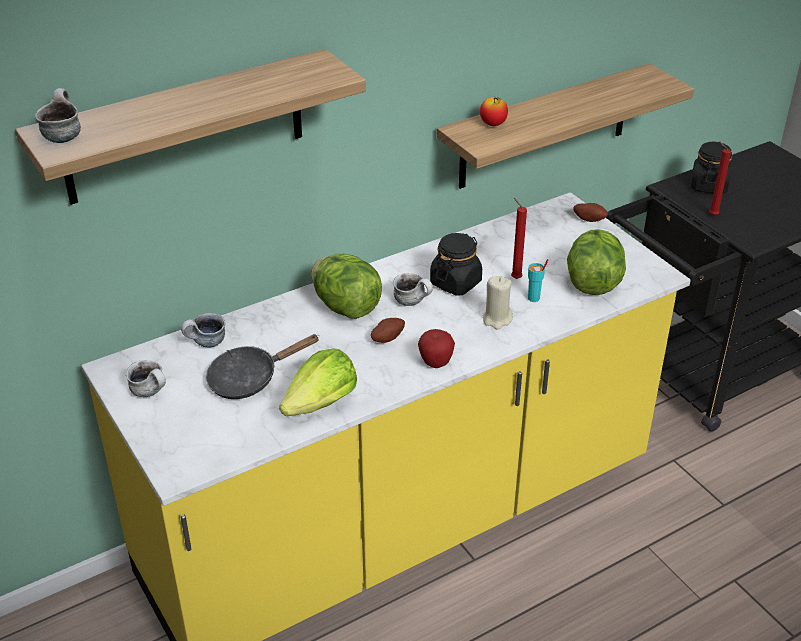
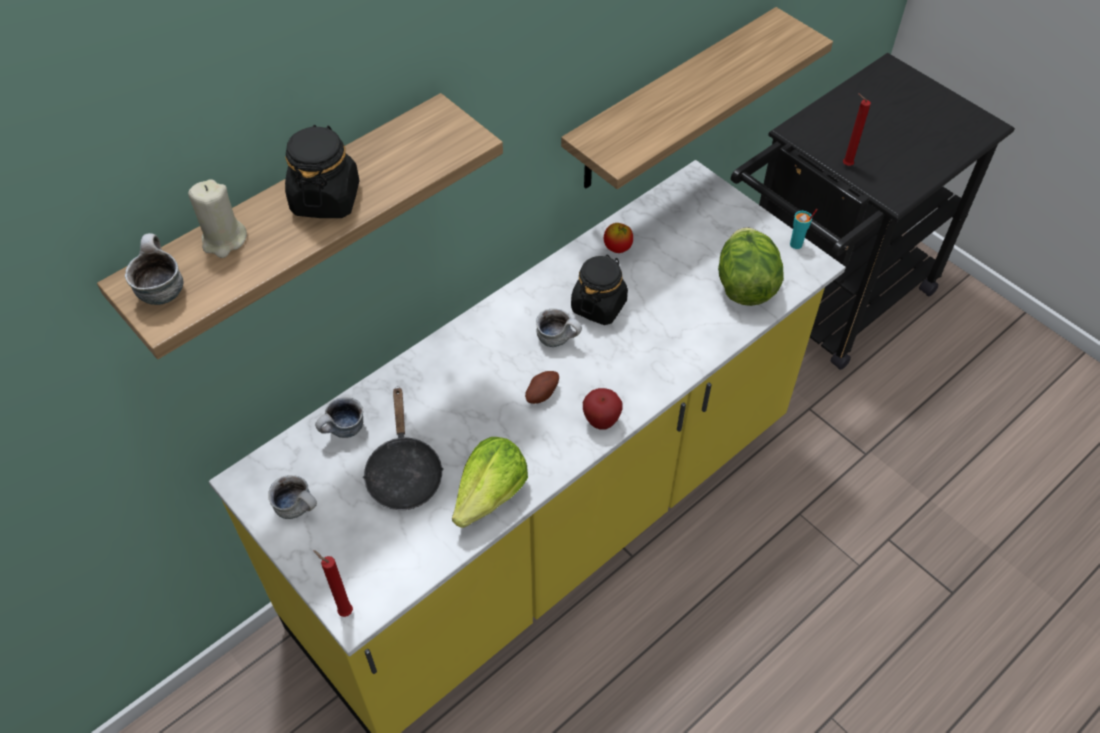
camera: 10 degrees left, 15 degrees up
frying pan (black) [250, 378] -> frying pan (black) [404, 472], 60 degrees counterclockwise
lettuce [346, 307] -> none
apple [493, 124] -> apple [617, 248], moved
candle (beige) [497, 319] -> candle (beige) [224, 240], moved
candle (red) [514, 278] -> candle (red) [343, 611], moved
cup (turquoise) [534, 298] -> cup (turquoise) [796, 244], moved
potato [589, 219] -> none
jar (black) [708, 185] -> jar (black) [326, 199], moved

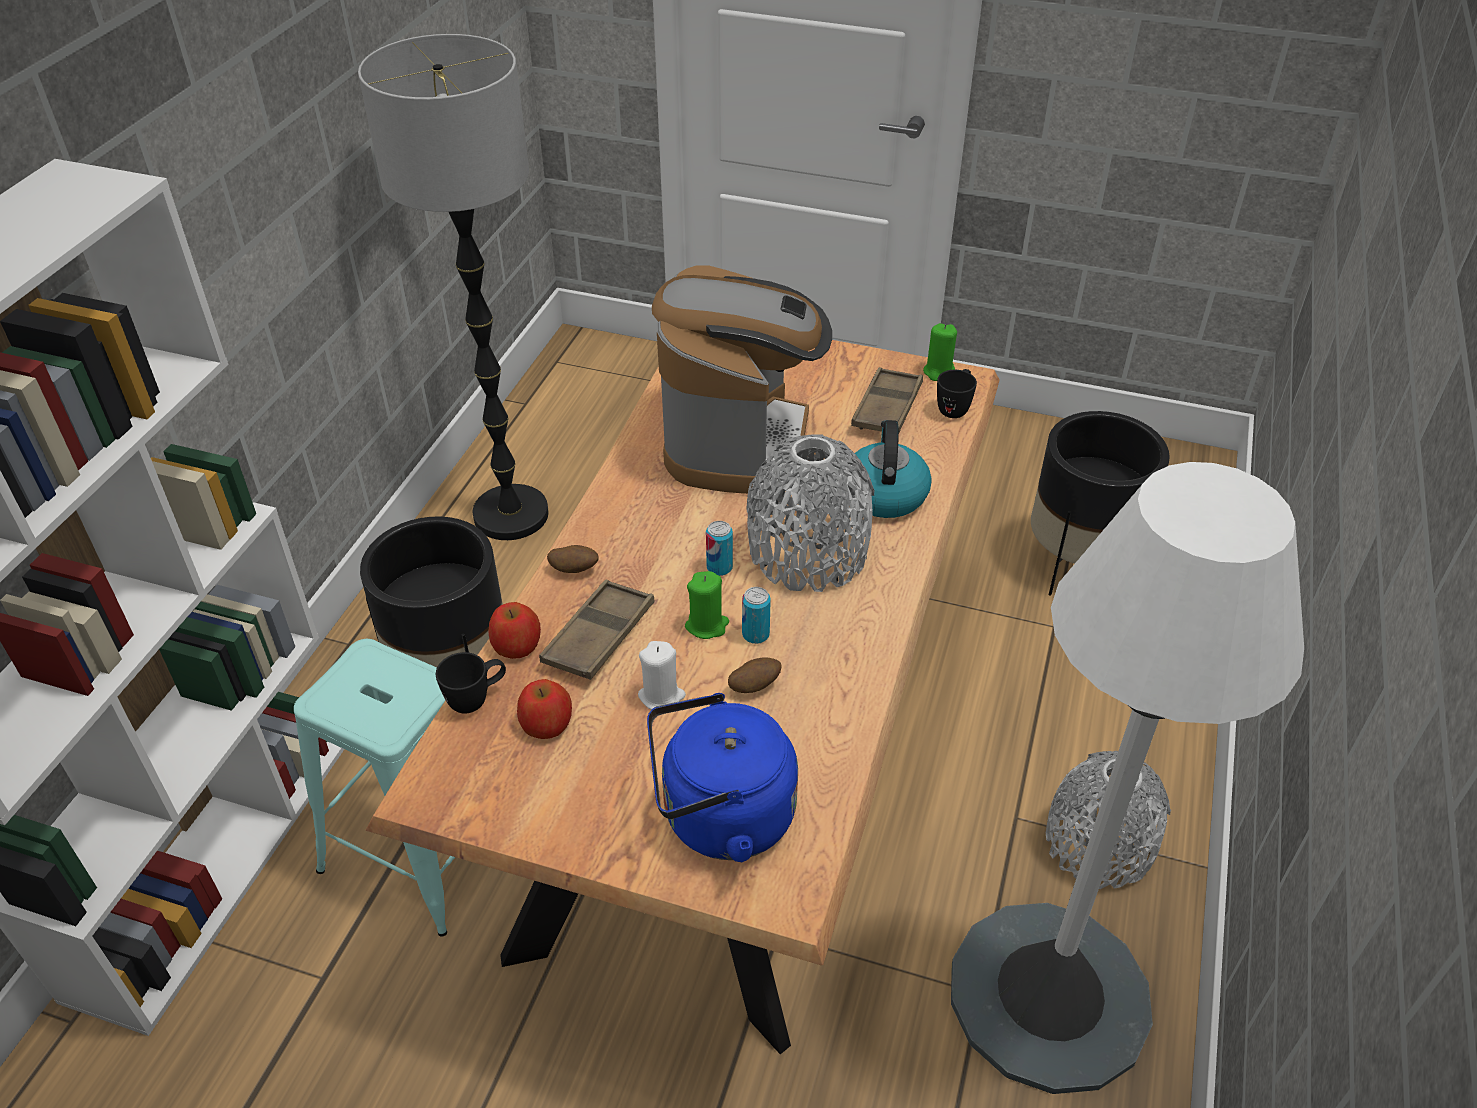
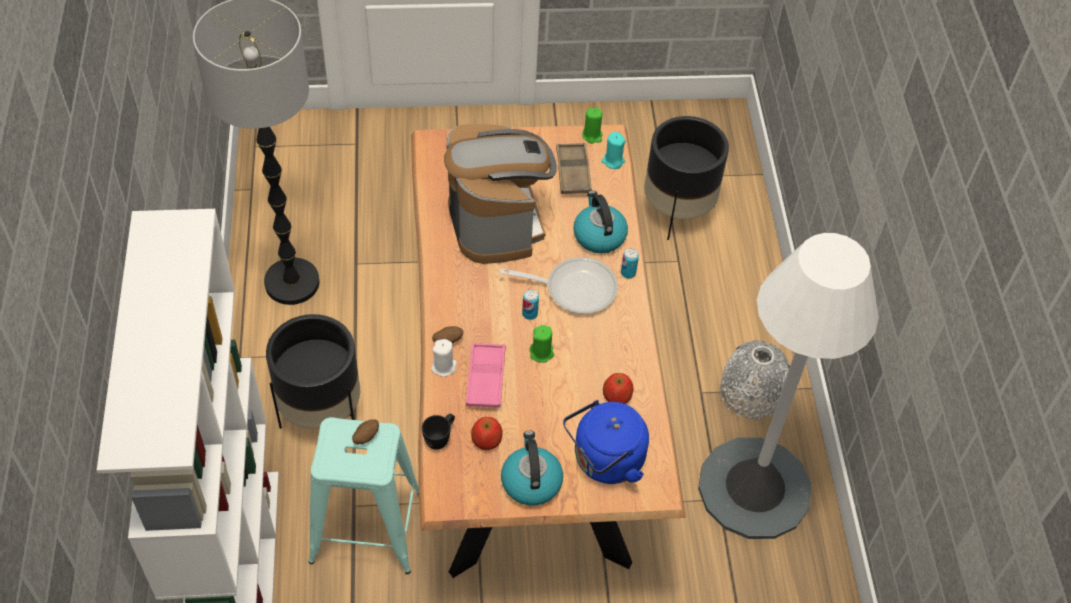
camera: 25 degrees left, 10 degrees up
apple [516, 645] -> apple [617, 395], moved
tray (brown) [599, 636] -> tray (pink) [485, 378]
candle (white) [661, 696] -> candle (white) [444, 367], moved
potato [754, 686] -> potato [366, 436], moved
can [755, 634] -> can [628, 273], moved
vase (grey) [808, 552] -> frying pan [574, 288]
mug (black) [955, 408] -> candle (turquoise) [613, 161]
none -> kettle [531, 481]

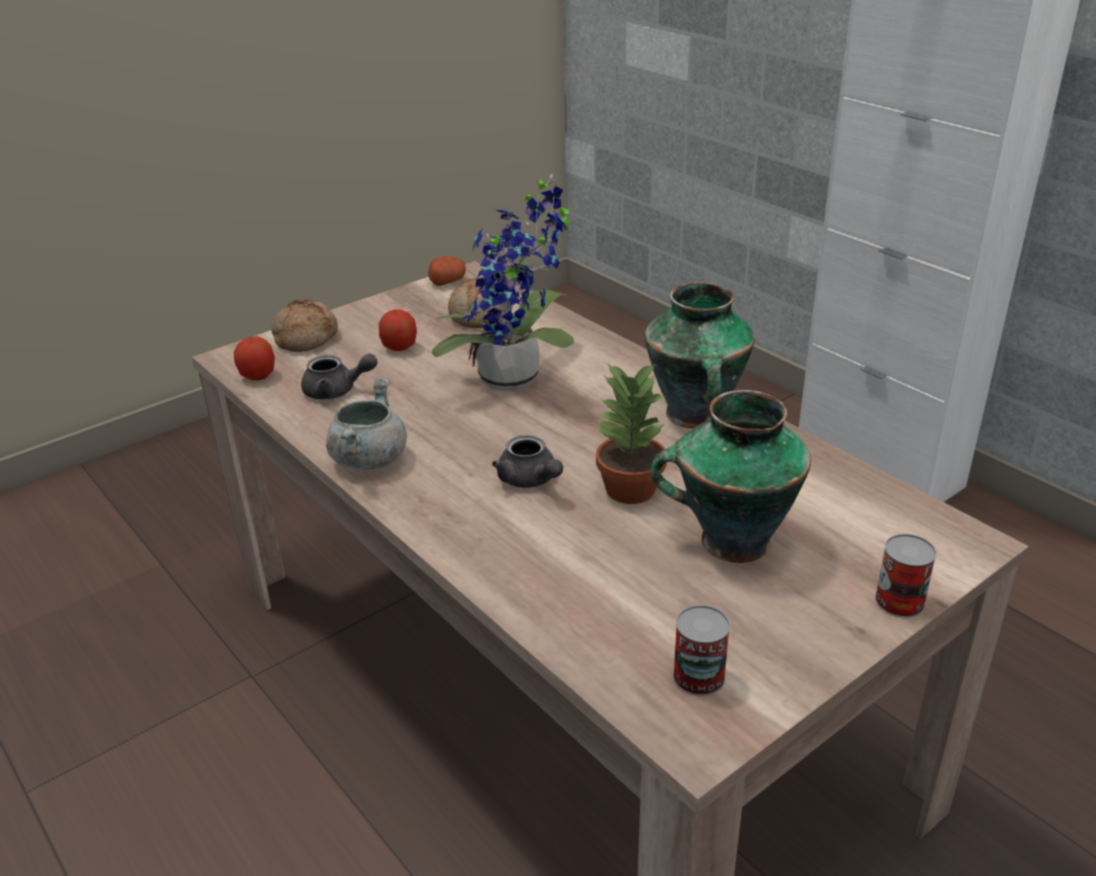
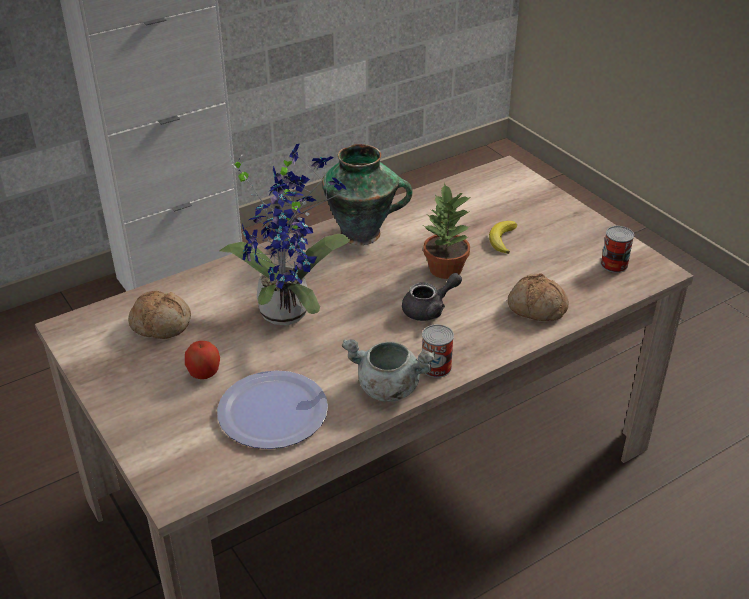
camera: 85 degrees left, 5 degrees up
apple [258, 376] -> none
bread [305, 338] -> bread [536, 308], moved
teapot (grey) [337, 391] -> plate [272, 411]
potato [447, 281] -> none
vase [731, 541] -> banana [502, 239]
can [899, 601] -> can [436, 367], moved

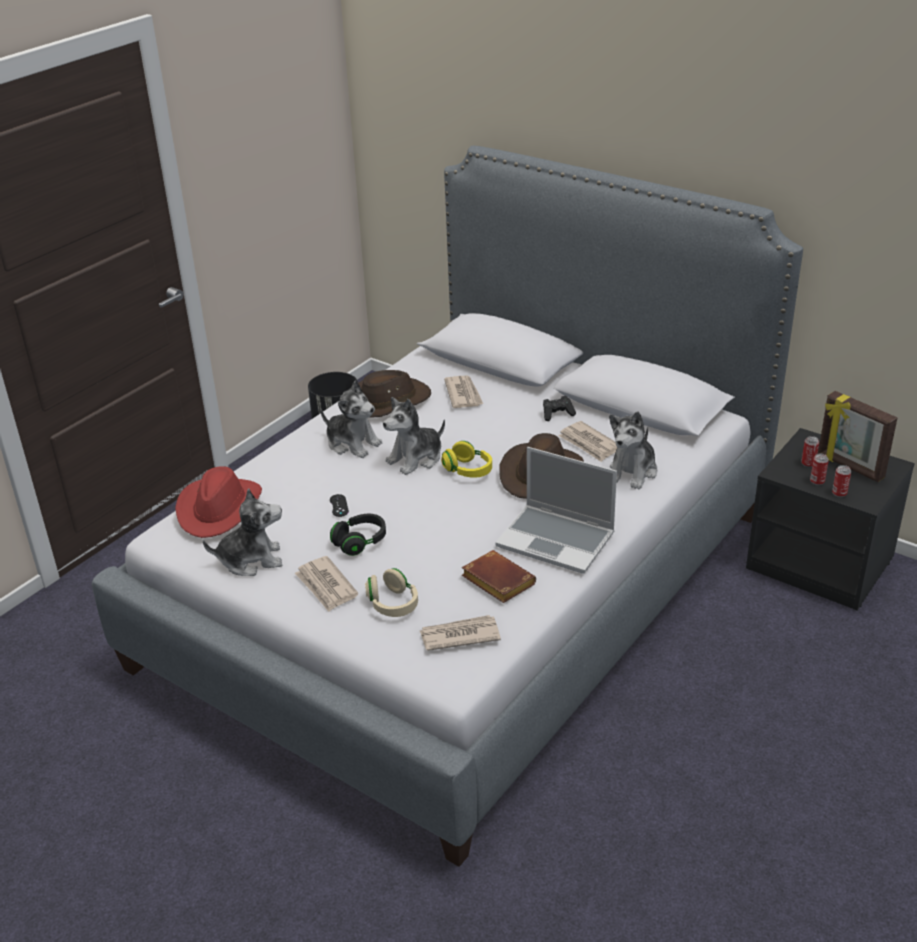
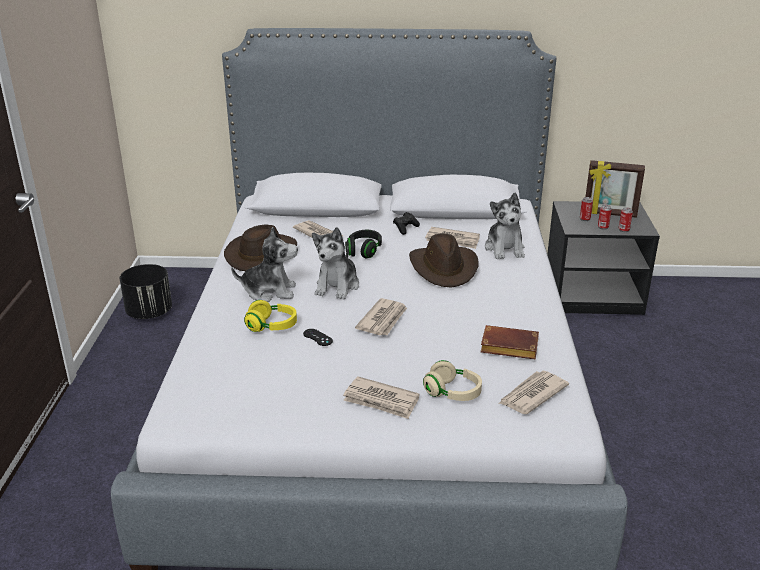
camera: 35 degrees left, 5 degrees down
hat (red) [219, 509] -> none
plush toy [251, 560] -> none
headphones (black) [360, 542] -> headphones (black) [364, 251], moved
headphones (yellow) [468, 470] -> headphones (yellow) [272, 326], moved
laptop [557, 540] -> none
none -> newspaper [383, 320]

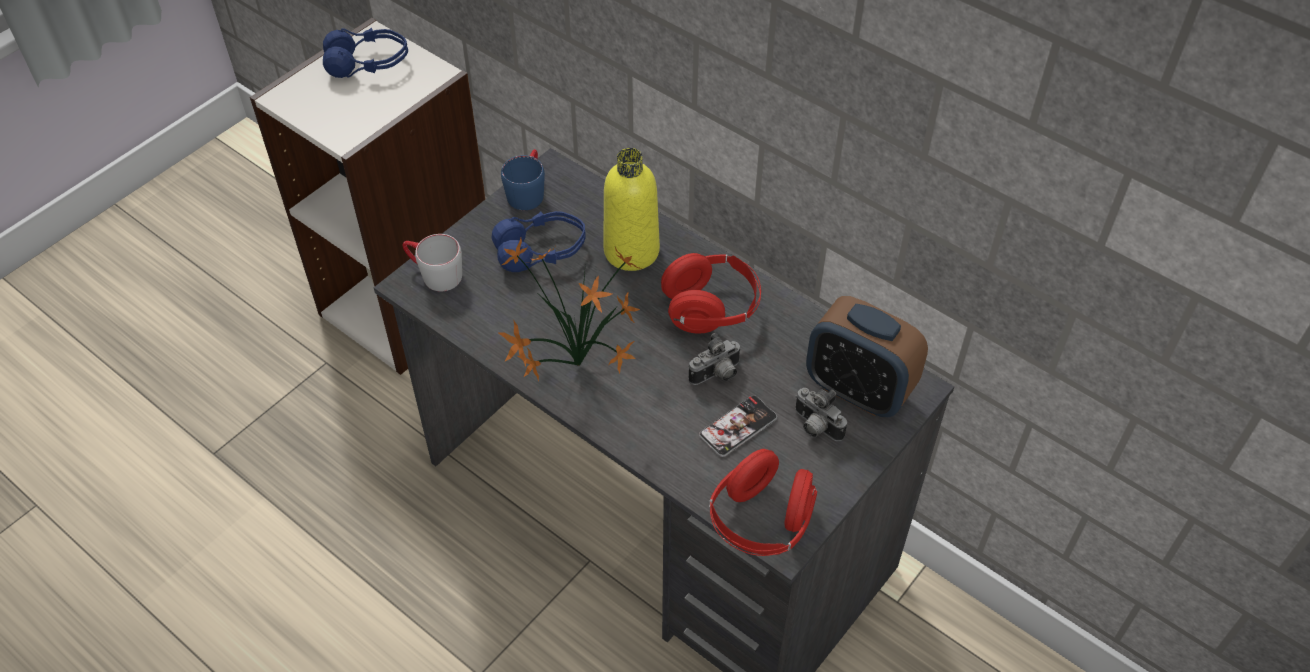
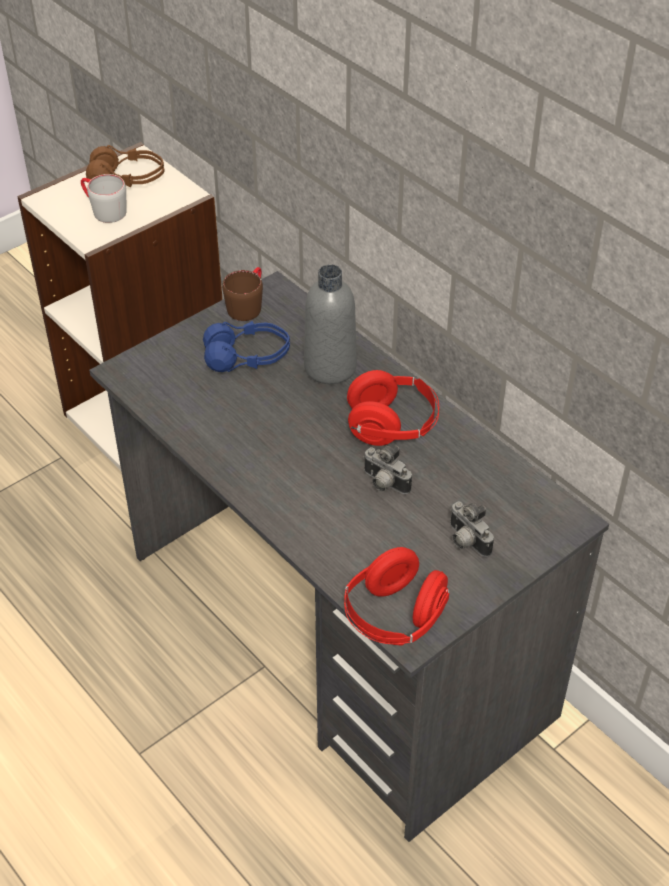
camera: 10 degrees right, 5 degrees down
headphones (blue) [368, 63] -> headphones (brown) [127, 179]
mug (grey) [434, 274] -> mug (grey) [103, 210], moved
potted plant [574, 367] -> none
mug (blue) [527, 191] -> mug (brown) [247, 305]
bottle (yellow) [631, 251] -> bottle (grey) [330, 367]
photo camera [717, 375] -> photo camera [384, 484], 60 degrees clockwise
phone [738, 426] -> none
alarm clock [858, 390] -> none

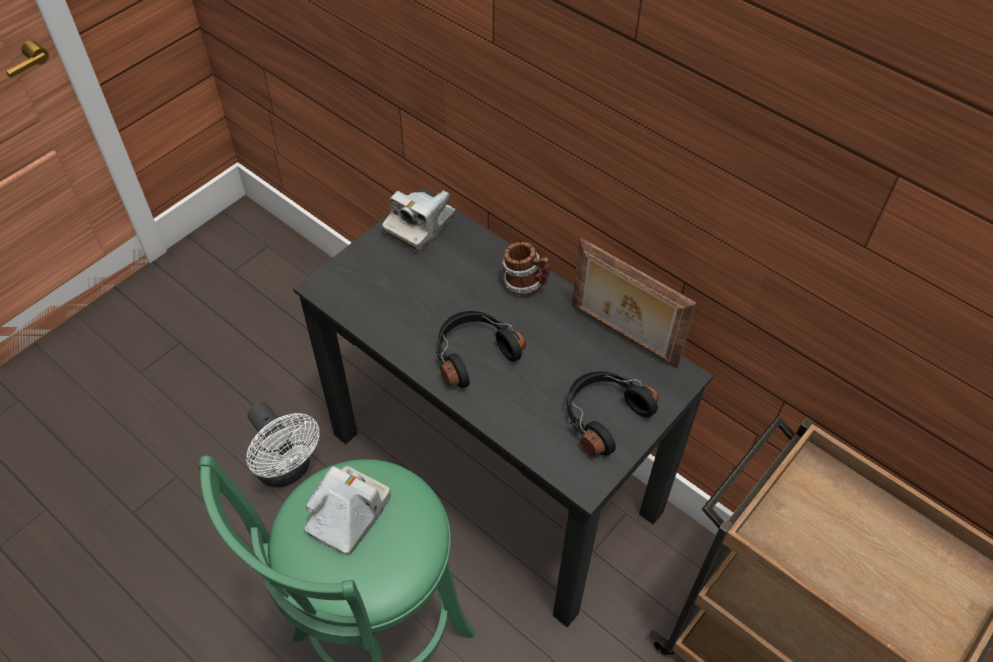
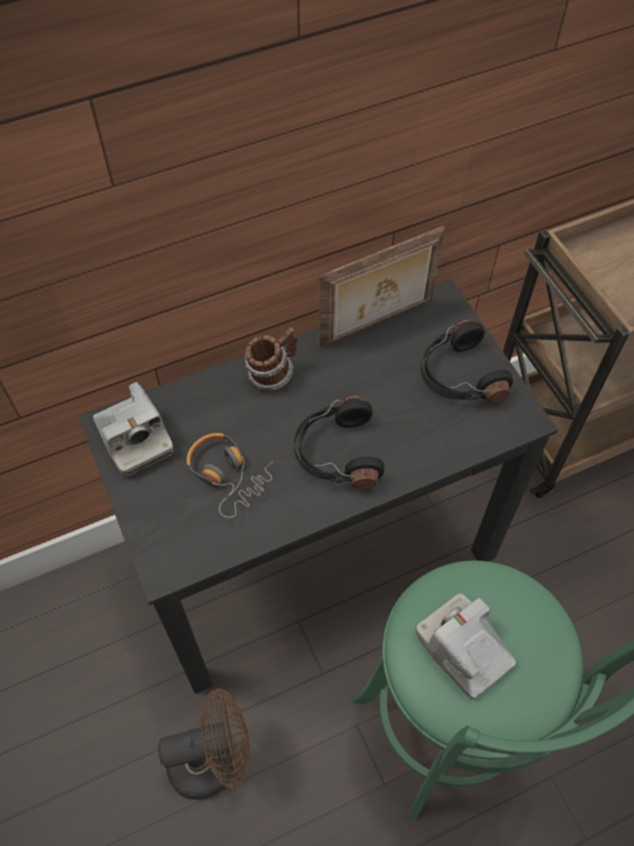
camera: 65 degrees left, 5 degrees up
fan (white) [287, 470] -> fan (brown) [213, 760]
none -> headphones [227, 475]

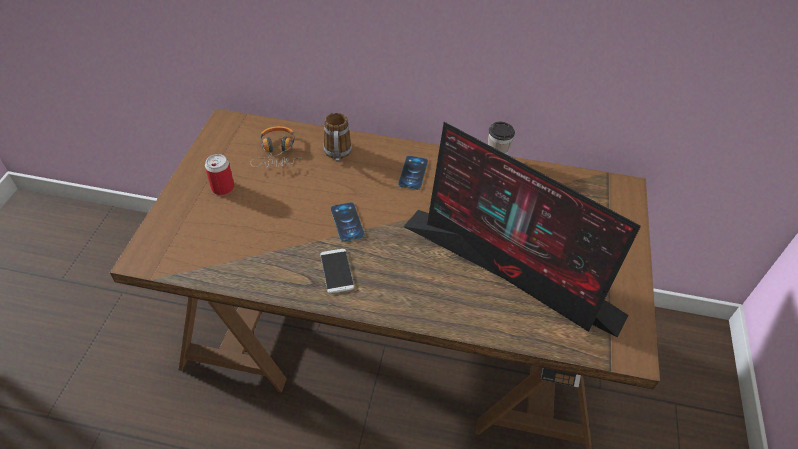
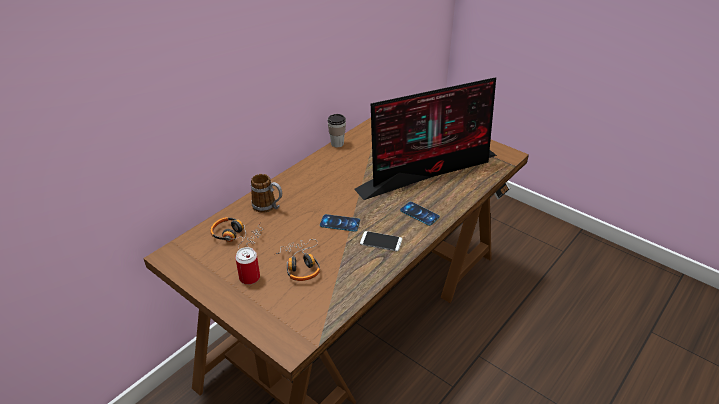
camera: 60 degrees left, 10 degrees down
phone [413, 173] -> phone [419, 214], moved
none -> headphones [300, 264]

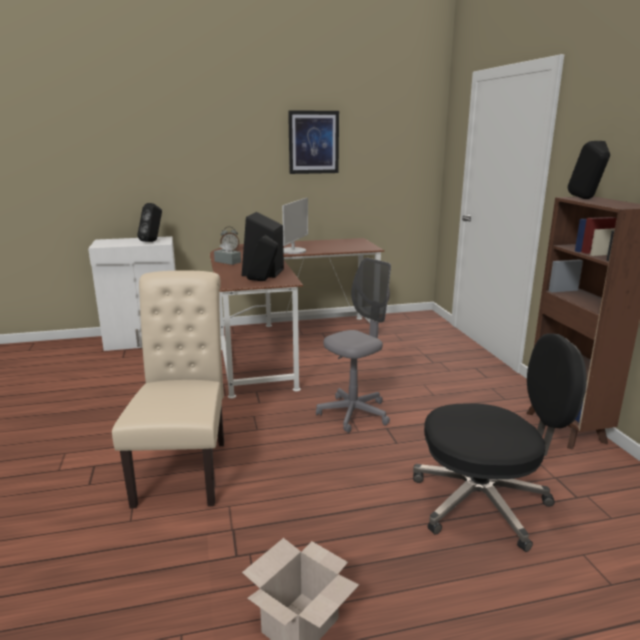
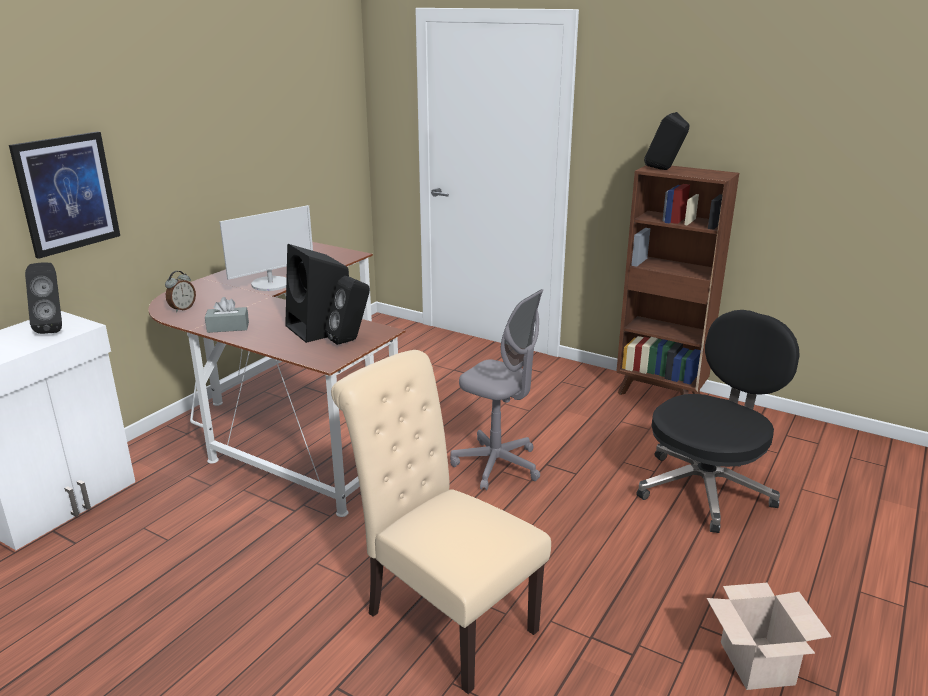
camera: 45 degrees left, 5 degrees up
monitor [293, 251] -> monitor [271, 284], 75 degrees clockwise
picture [313, 142] -> picture [67, 193], moved
office chair (grey) [354, 414] -> office chair (grey) [497, 465], 120 degrees clockwise

